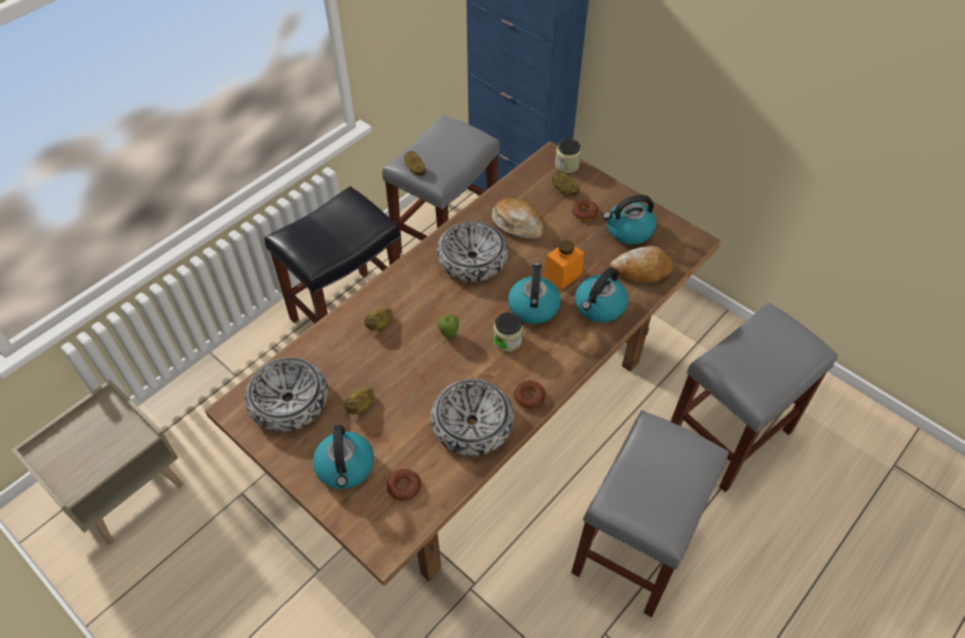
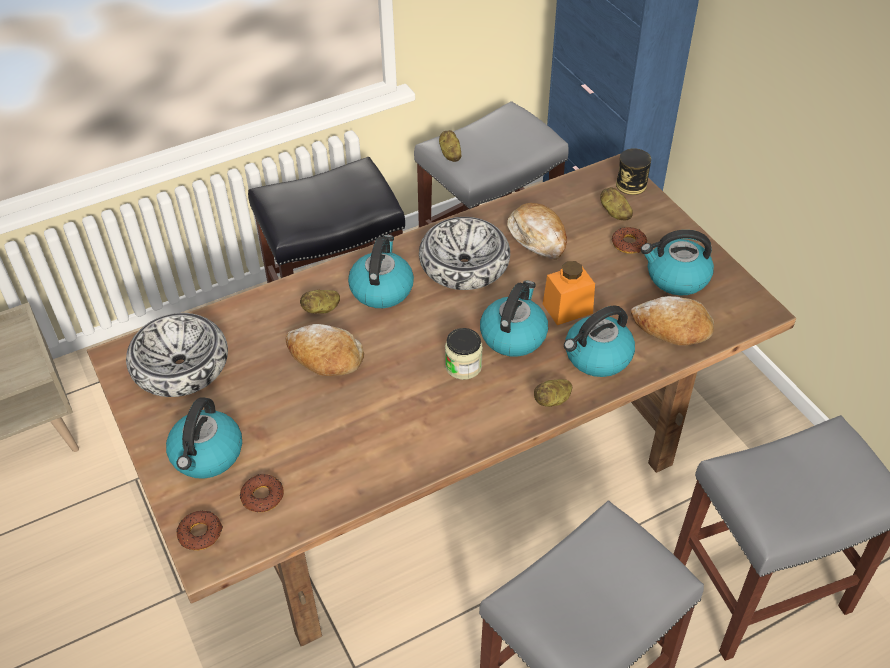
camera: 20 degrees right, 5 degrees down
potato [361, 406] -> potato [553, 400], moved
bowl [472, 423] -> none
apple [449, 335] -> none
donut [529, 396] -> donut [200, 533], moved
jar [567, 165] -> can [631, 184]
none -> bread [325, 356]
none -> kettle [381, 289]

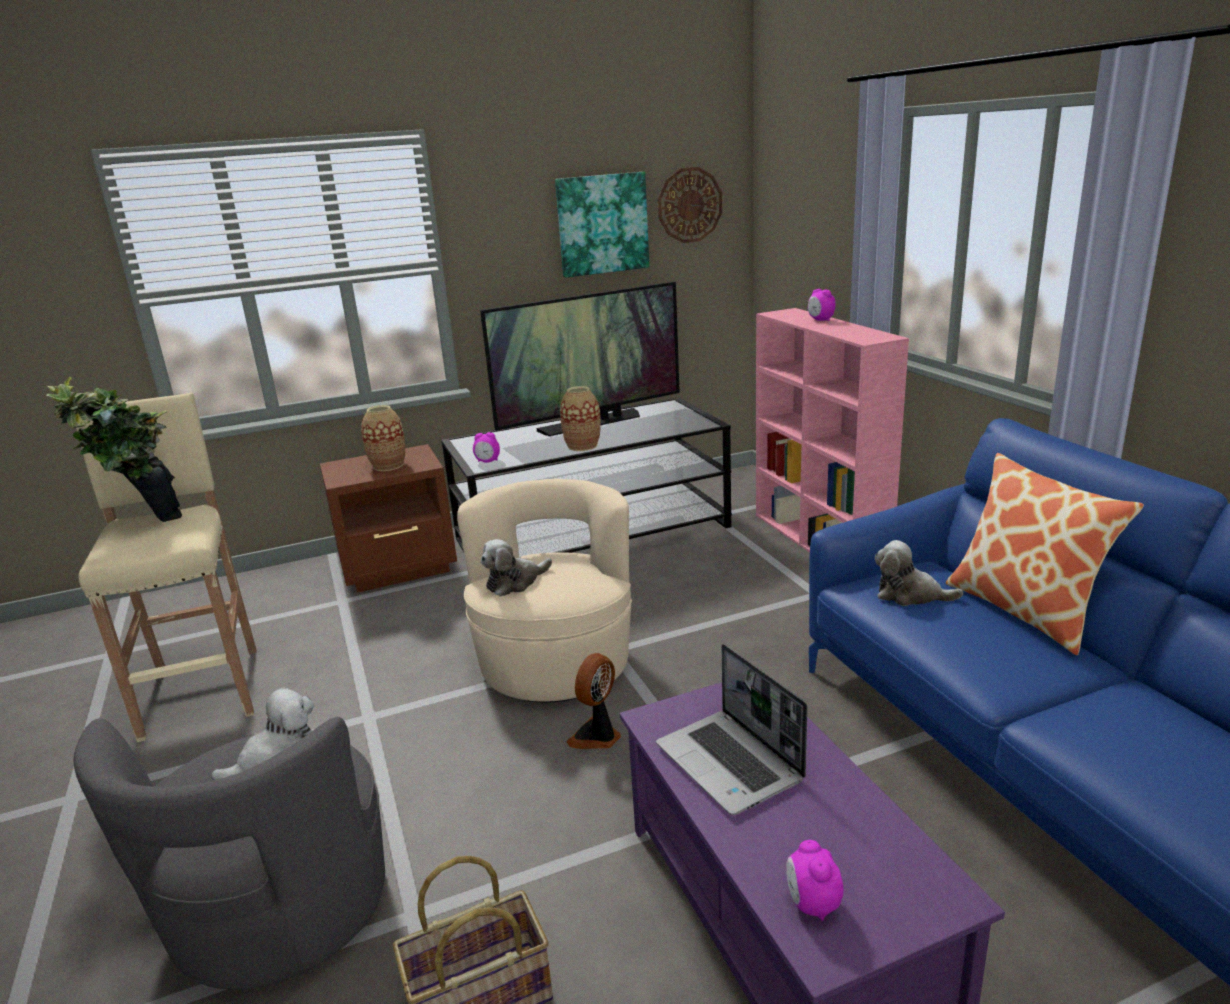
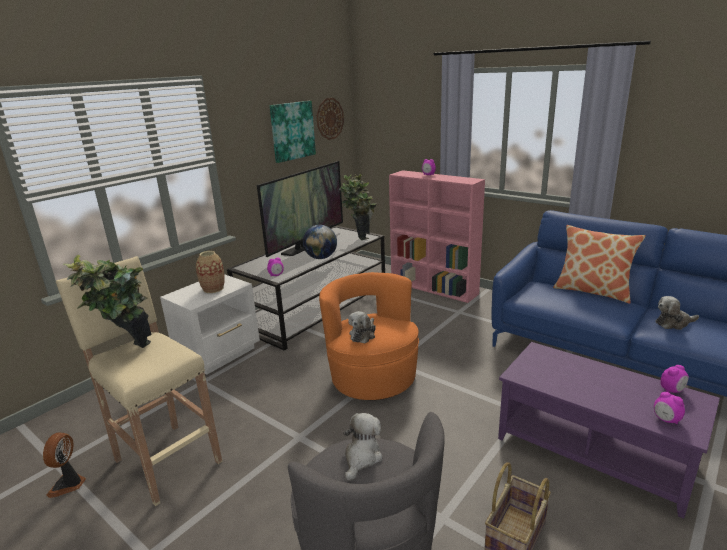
camera: 30 degrees left, 0 degrees up
nightstand (brown) [400, 568] -> nightstand (white) [220, 354]
armchair (beige) [556, 663] -> armchair (orange) [373, 377]
vase [582, 446] -> globe [321, 258]
fan [597, 736] -> fan [69, 484], moved
laptop [731, 763] -> none
plush toy [910, 595] -> plush toy [673, 323], moved
none -> potted plant [360, 236]
none -> alarm clock [672, 390]

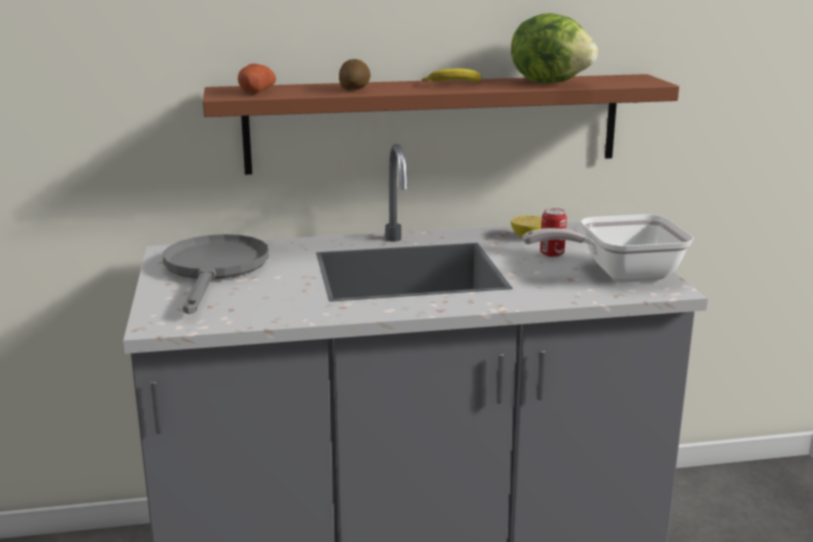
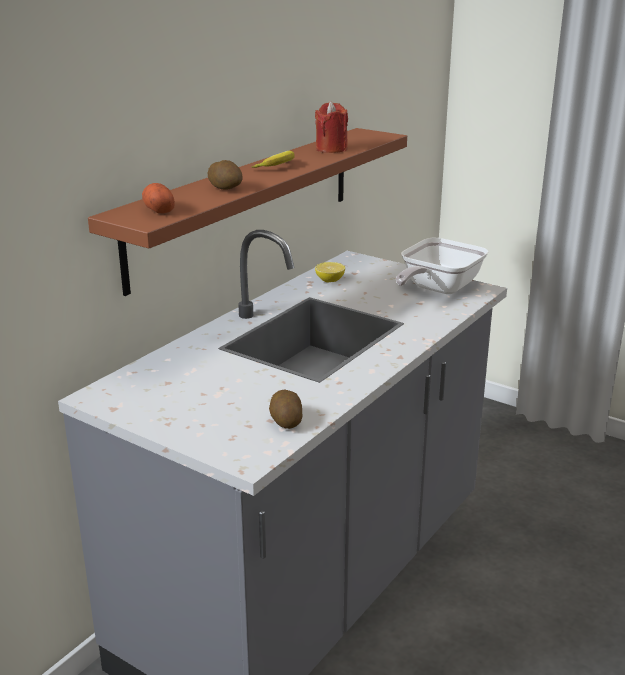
camera: 45 degrees left, 5 degrees up
frying pan (grey) [215, 270] -> none
lettuce [551, 82] -> candle (red) [331, 149]
can [552, 253] -> none
none -> potato [286, 421]

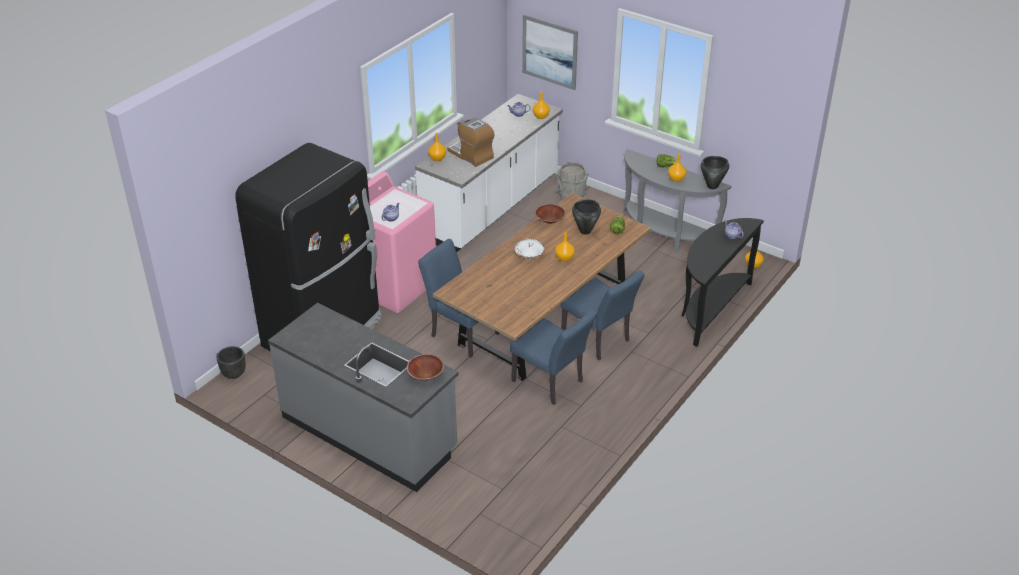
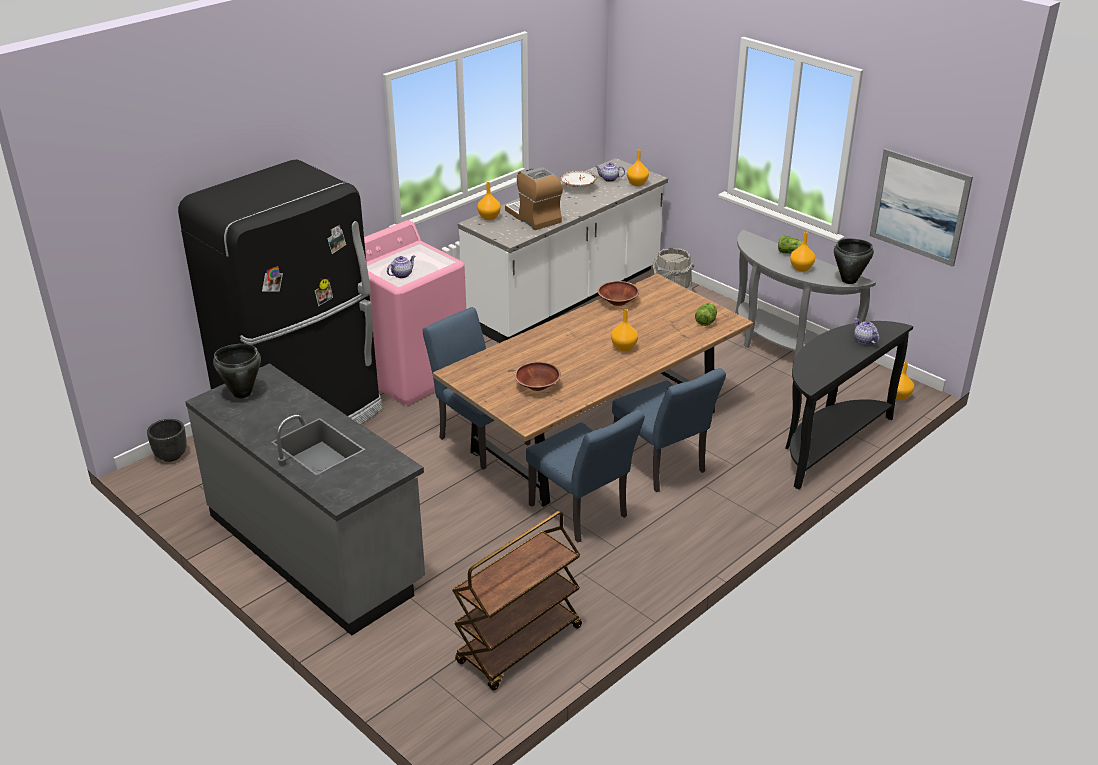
camera: 10 degrees right, 5 degrees down
bowl (brown) [425, 374] -> bowl (brown) [537, 386], moved
bowl (white) [529, 255] -> bowl (white) [578, 188], moved
picture [549, 52] -> picture [919, 207], moved
cooking pot (black) [585, 231] -> cooking pot (black) [242, 393], moved
none -> cart (brown) [519, 646]

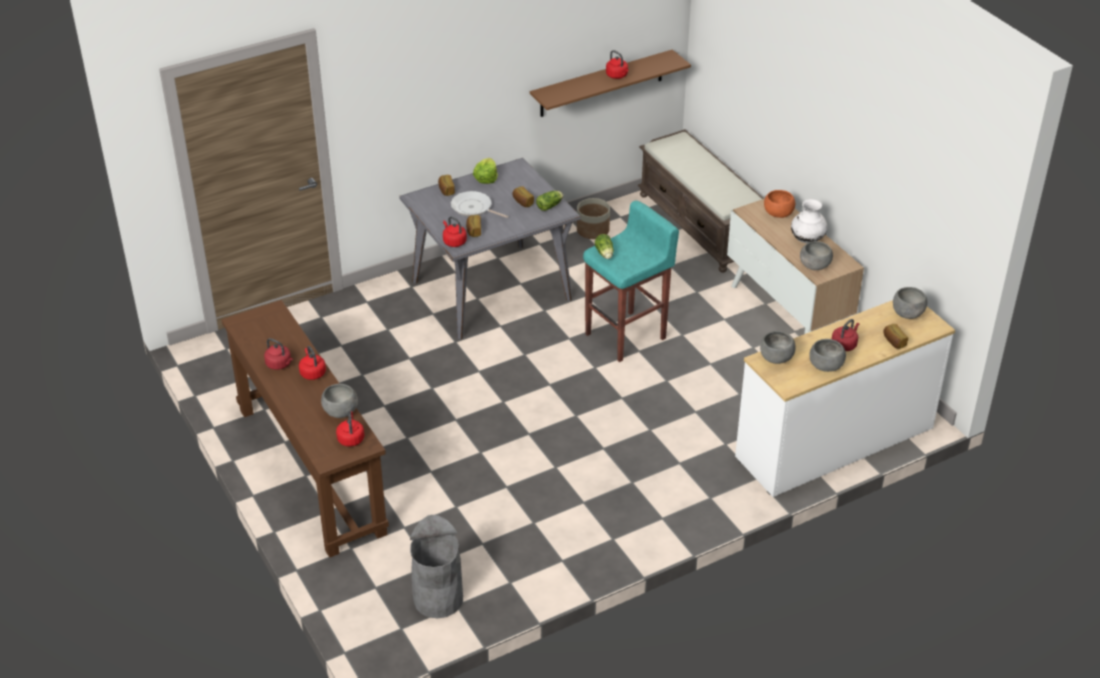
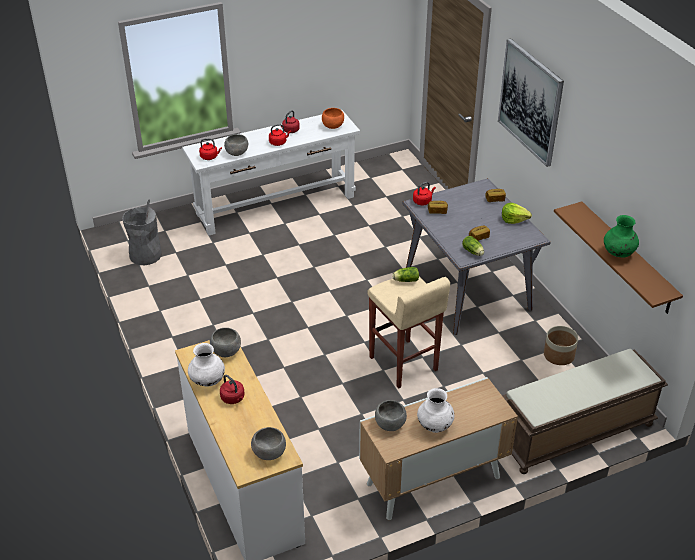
camera: 95 degrees right, 0 degrees up
console table (brown) [311, 470] -> console table (white) [275, 205]
frying pan [473, 208] -> none
stool (turquoise) [627, 336] -> stool (beige) [403, 364]
kettle (red) [617, 76] -> vase (green) [618, 254]
bowl (orange) [778, 214] -> bowl (orange) [333, 126], moved
bowl (grey) [825, 366] -> vase (white) [208, 381]
bread [893, 342] -> none
none -> picture [530, 101]

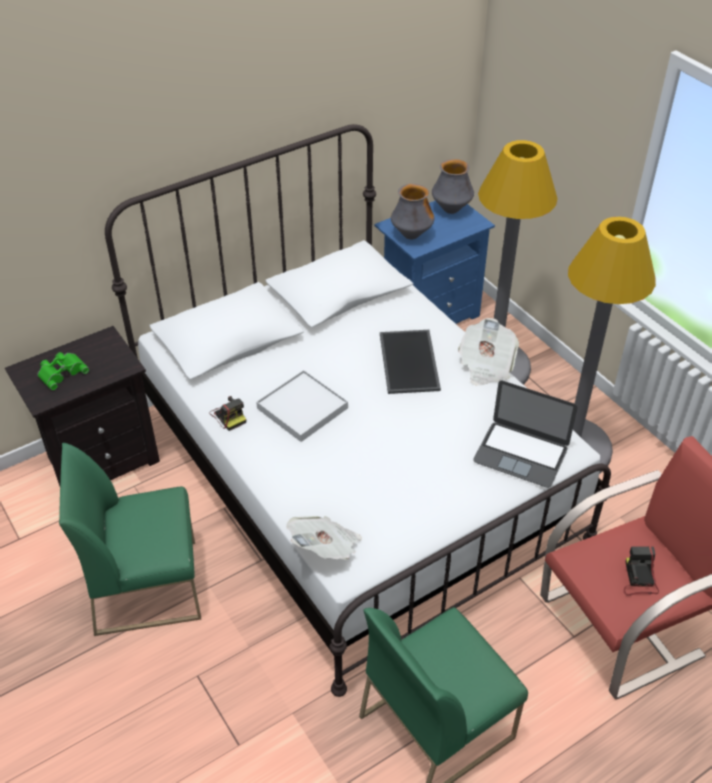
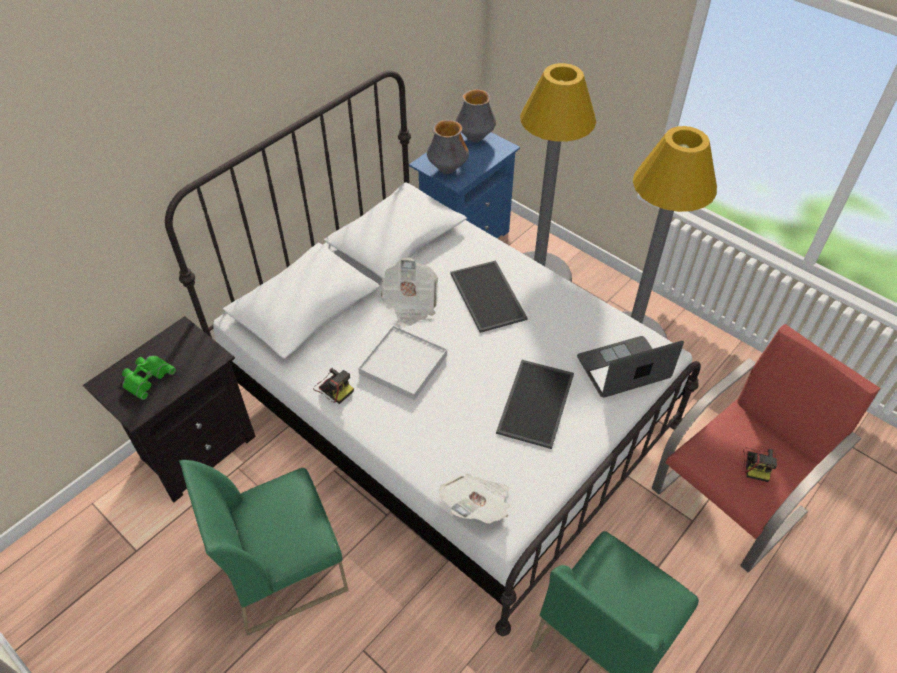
camera: 15 degrees left, 5 degrees up
newspaper [486, 365] -> newspaper [410, 304], moved
laptop [521, 454] -> laptop [623, 368], 150 degrees clockwise
photo camera [639, 579] -> photo camera [758, 464], 150 degrees counterclockwise
none -> tray [534, 402]

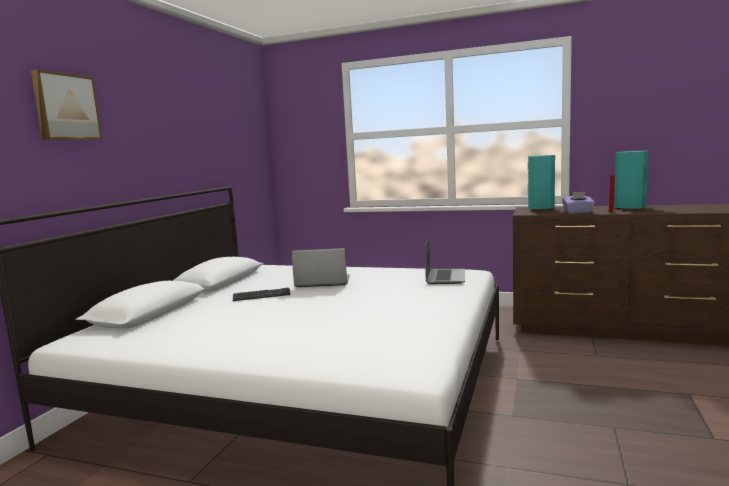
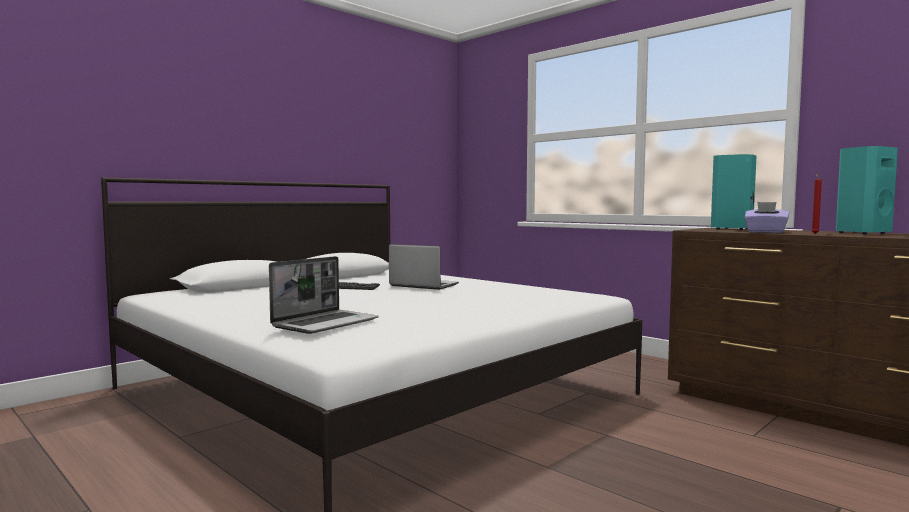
camera: 25 degrees right, 5 degrees down
picture [65, 107] -> none
laptop [445, 277] -> laptop [326, 323], moved

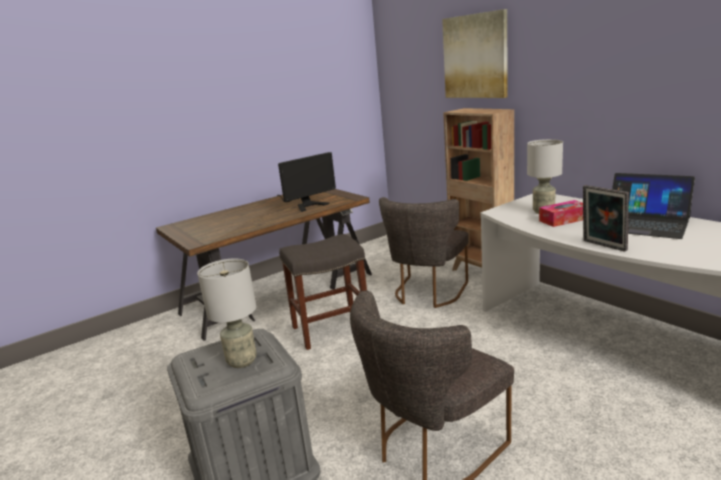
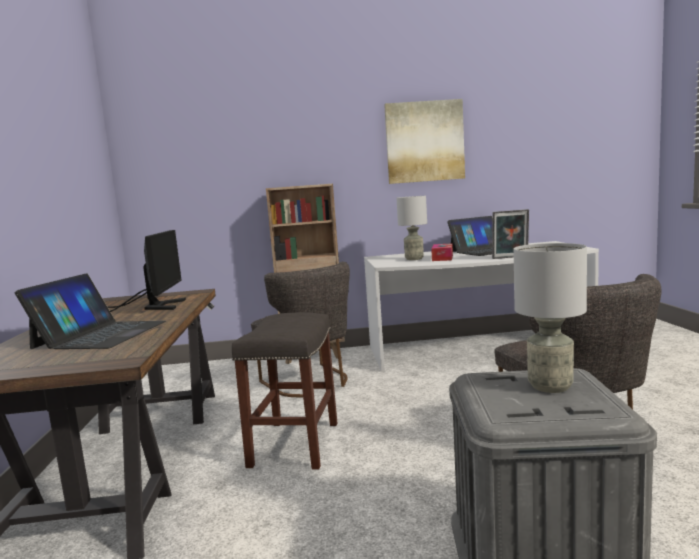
camera: 60 degrees left, 10 degrees down
picture [475, 56] -> picture [424, 142], moved
none -> laptop [100, 334]

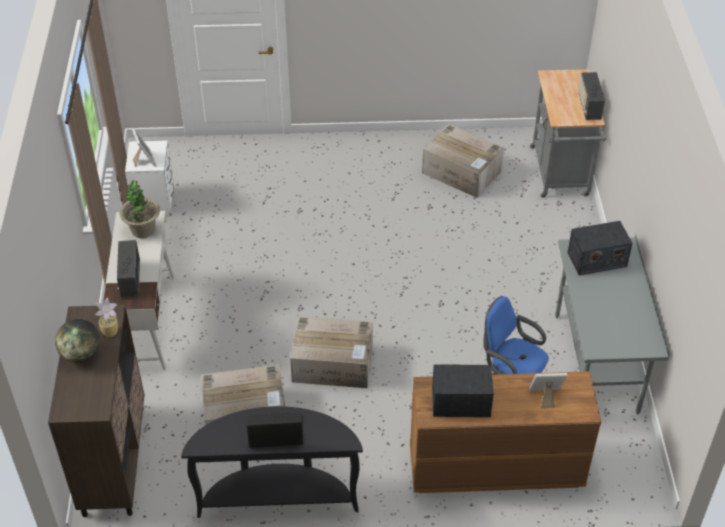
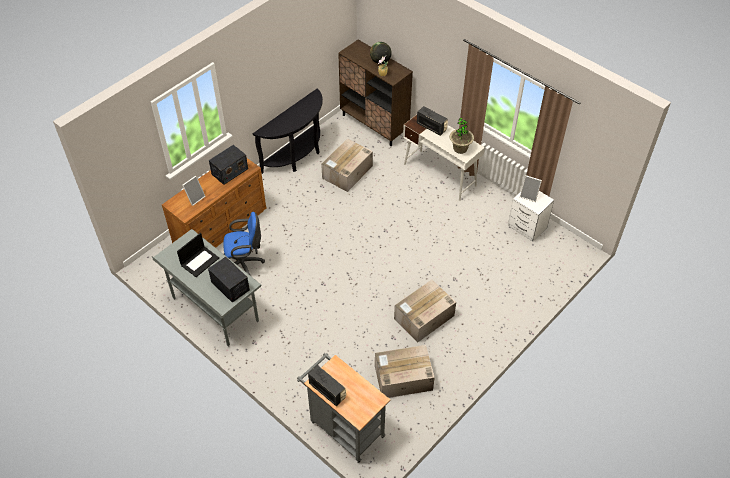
camera: 135 degrees right, 5 degrees up
laptop [275, 432] -> laptop [200, 261], moved
cardboard box [334, 363] -> cardboard box [423, 317], moved
radio [596, 259] -> radio [230, 286], 105 degrees clockwise

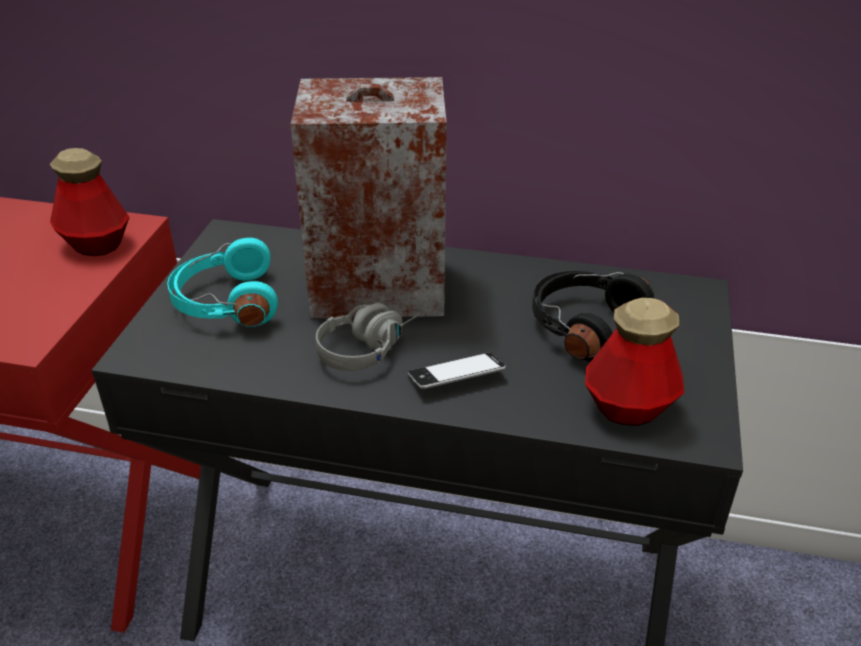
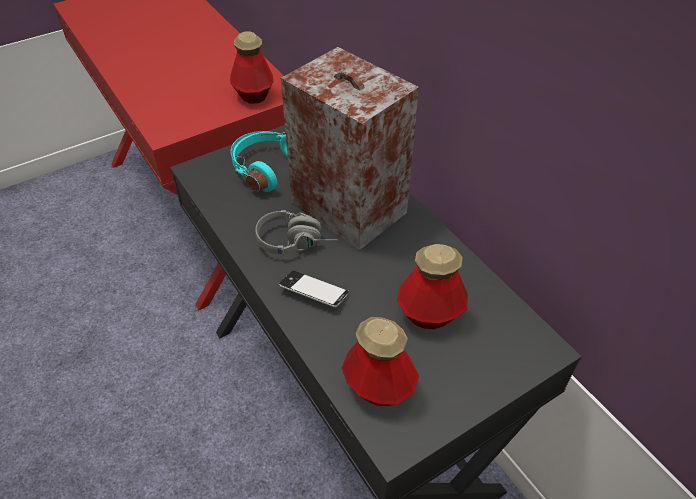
camera: 45 degrees right, 10 degrees up
headphones (black) [582, 325] -> bottle [430, 314]

